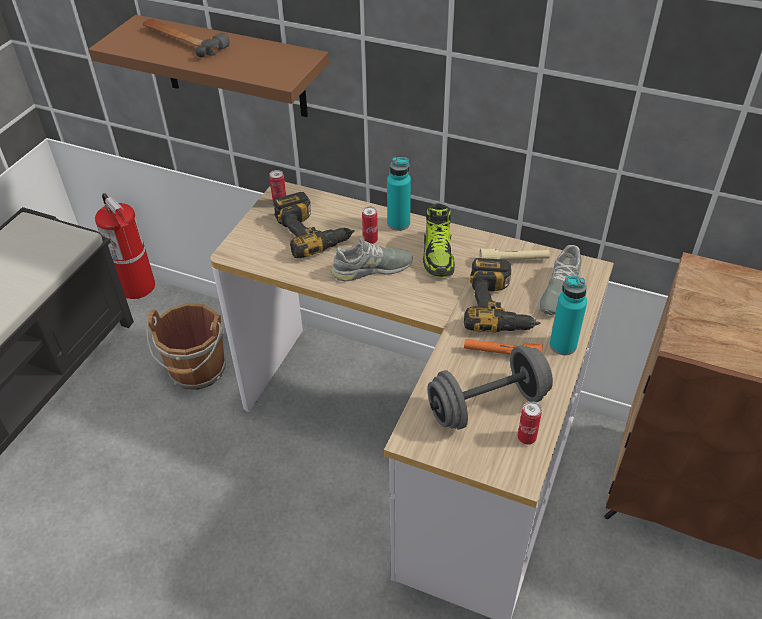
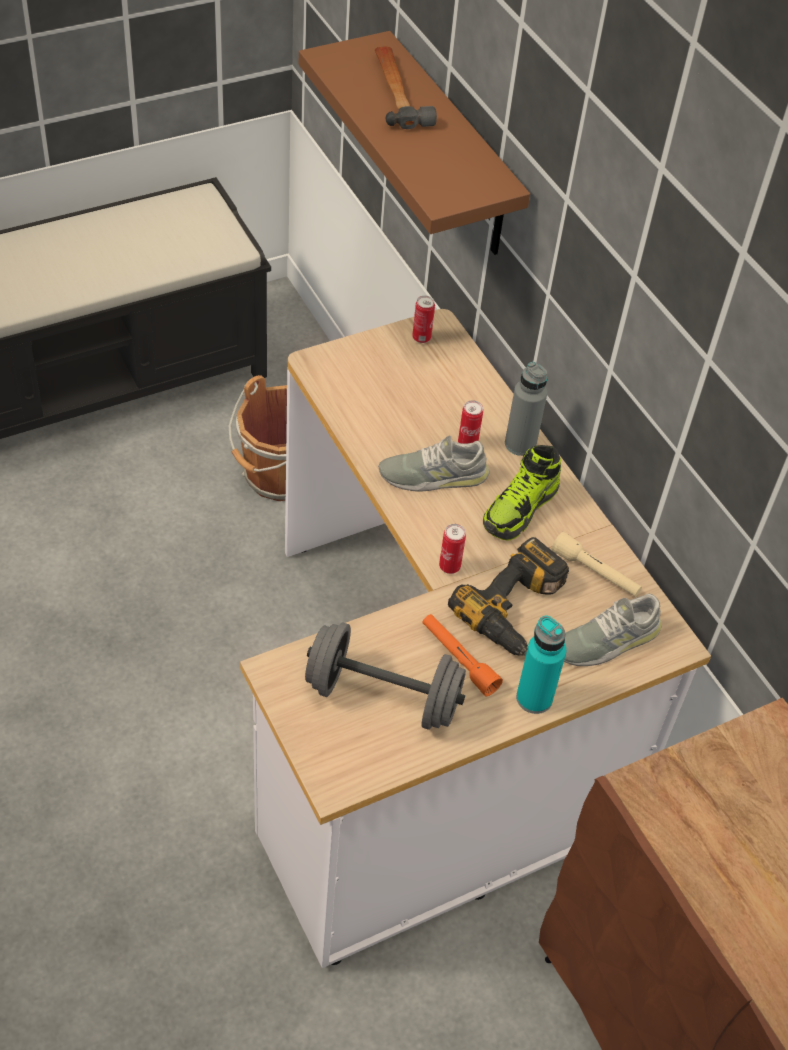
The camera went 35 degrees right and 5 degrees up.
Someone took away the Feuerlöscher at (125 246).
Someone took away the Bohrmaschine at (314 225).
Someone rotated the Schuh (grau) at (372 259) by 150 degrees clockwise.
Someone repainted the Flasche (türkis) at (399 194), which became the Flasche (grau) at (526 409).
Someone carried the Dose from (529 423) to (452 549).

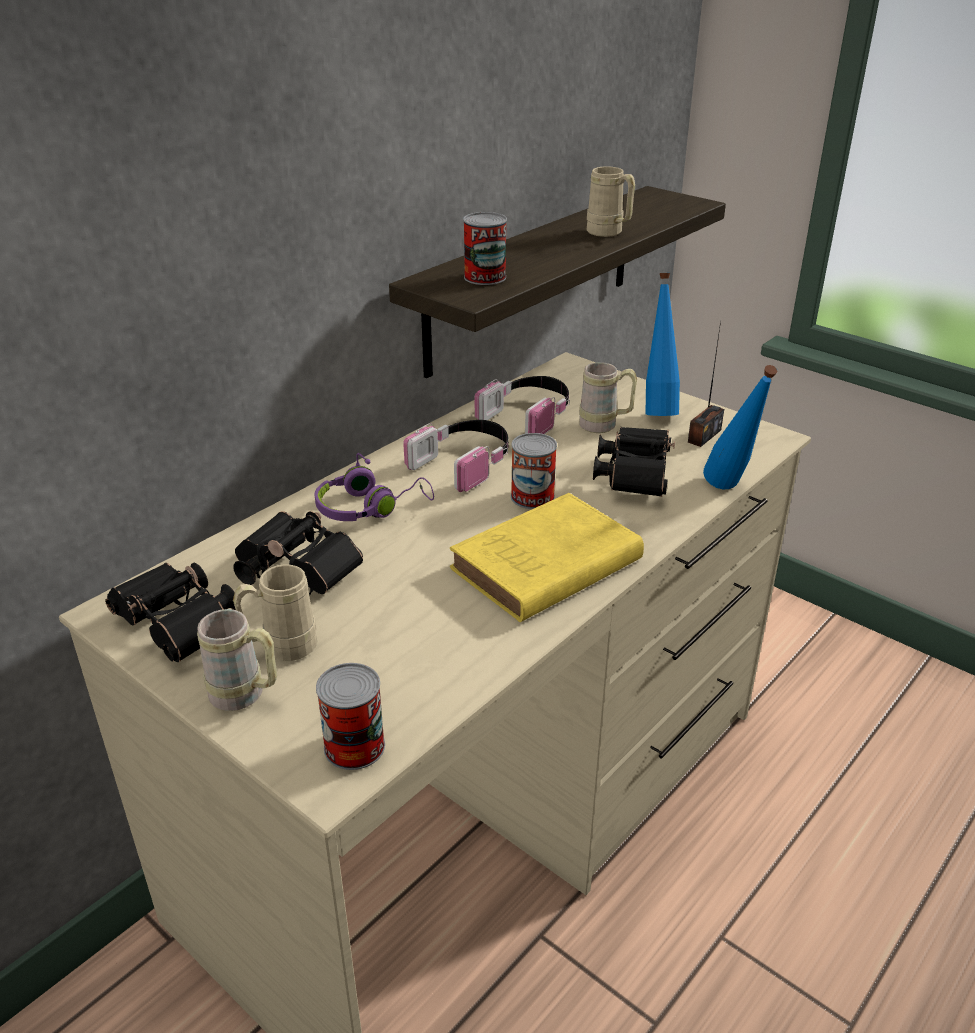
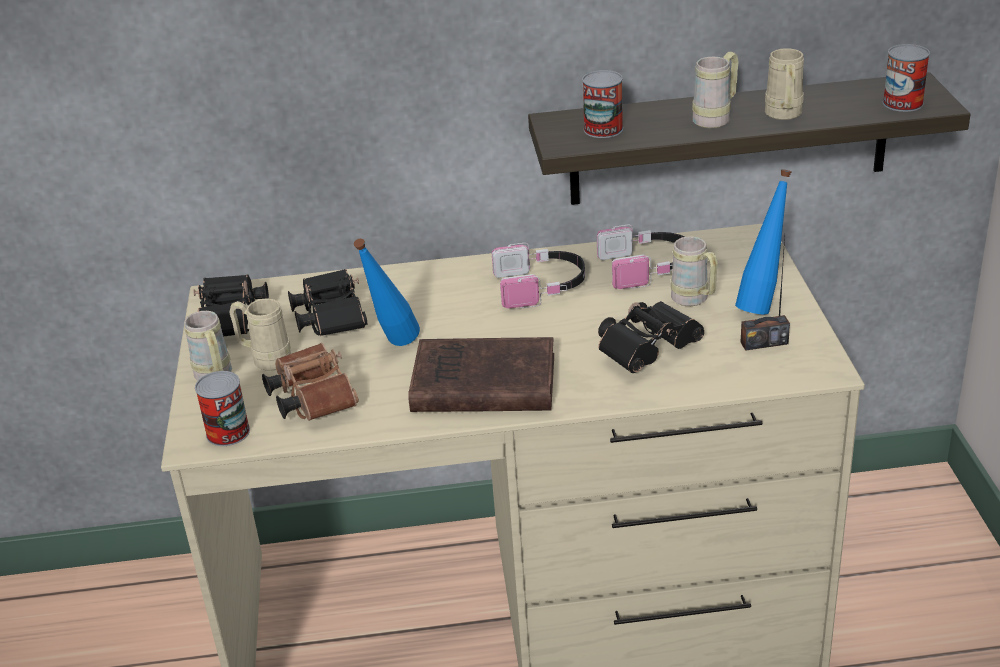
The camera went 45 degrees right and 0 degrees up.
Someone took away the Kopfhörer (lila) at (374 487).
Someone repainted the Buch (gelb) at (547 557), which became the Buch (braun) at (481 374).
Someone carried the Dose from (534 471) to (906 78).
Someone carried the Flasche (blau) from (740 427) to (387 292).
Someone put down the Fernglas (braun) at (310 382).
Someone put down the Henkelbecher (beige) at (715 90).

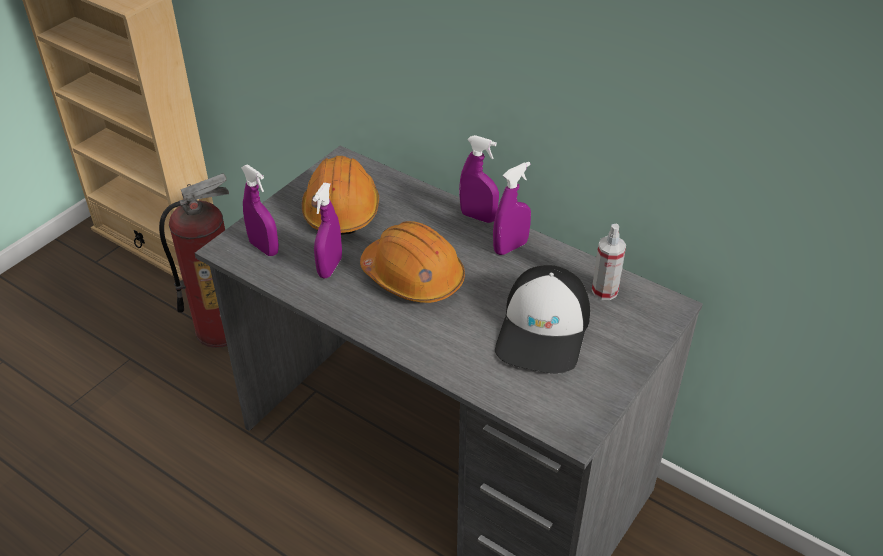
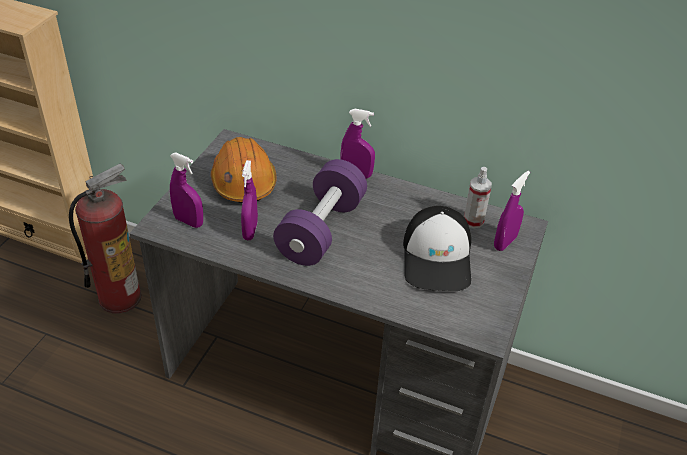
The camera went 15 degrees left and 0 degrees up.
Someone swapped the Schutzhelm (orange) at (412 262) for the Hantel (lila) at (320 212).
Someone carried the Sprühflasche (lila) from (512 208) to (512 211).

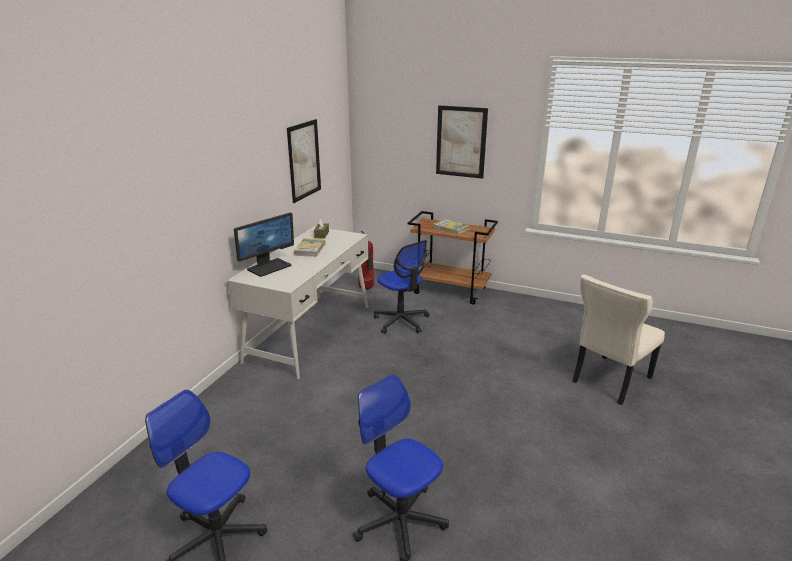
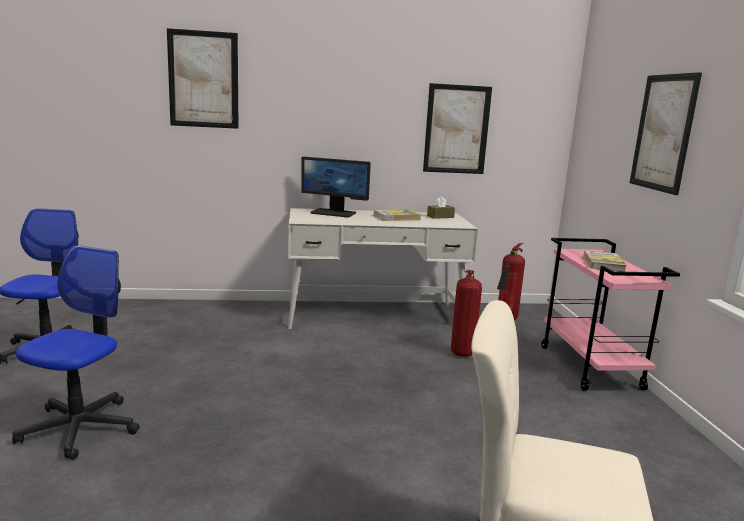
The camera went 60 degrees right and 10 degrees down.
Someone swapped the Bürostuhl at (402 287) for the Feuerlöscher at (466 313).
Someone repainted the Rollwagen (braun) at (453 258), which became the Rollwagen (rosa) at (610 314).
Someone put up the Bild at (203 78).

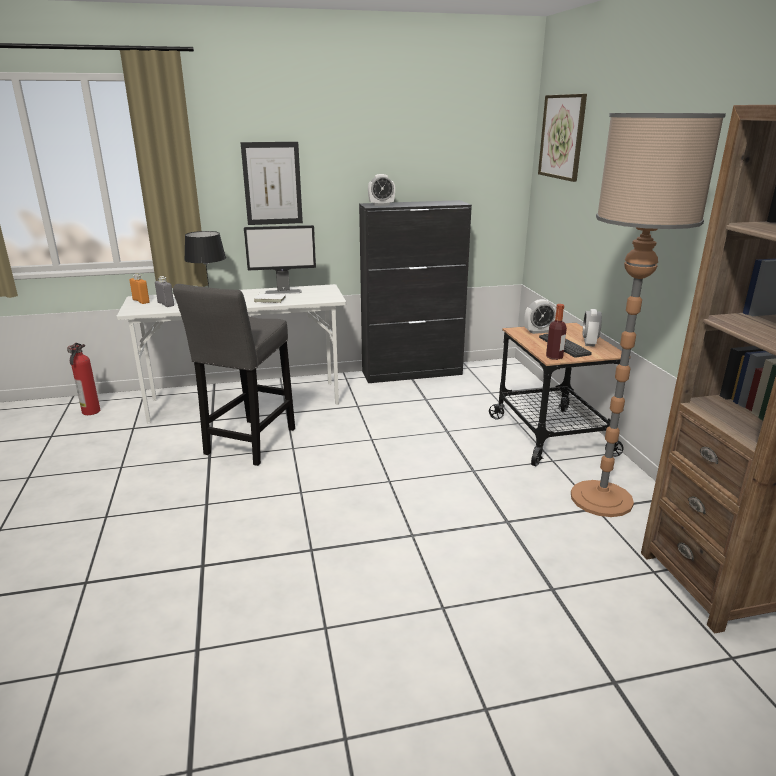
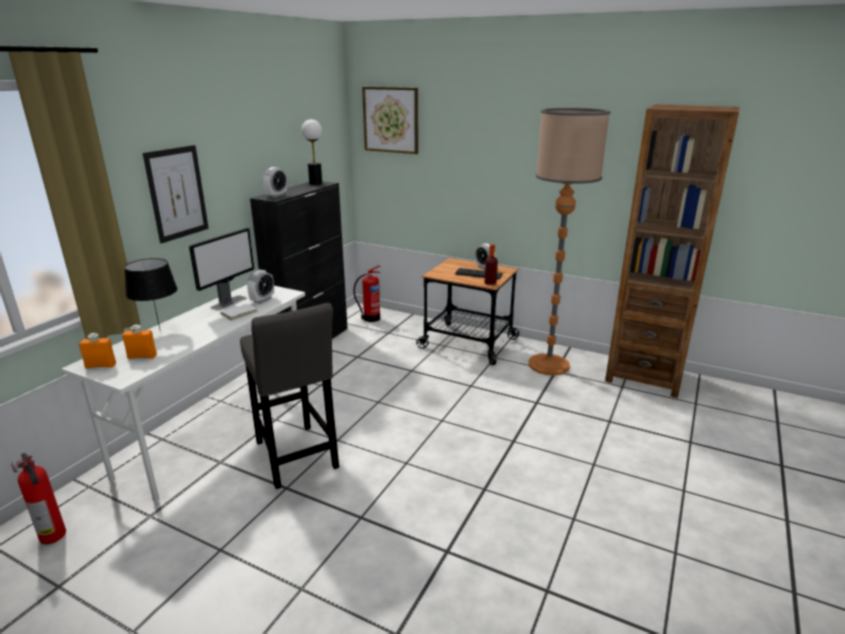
The camera went 50 degrees left and 0 degrees up.
Someone repainted the Flasche (grau) at (164 291), which became the Flasche (orange) at (139 342).
Someone carried the Wecker from (540 316) to (260 287).
Someone put down the Tischlampe at (312 152).
Someone put down the Feuerlöscher at (366 293).

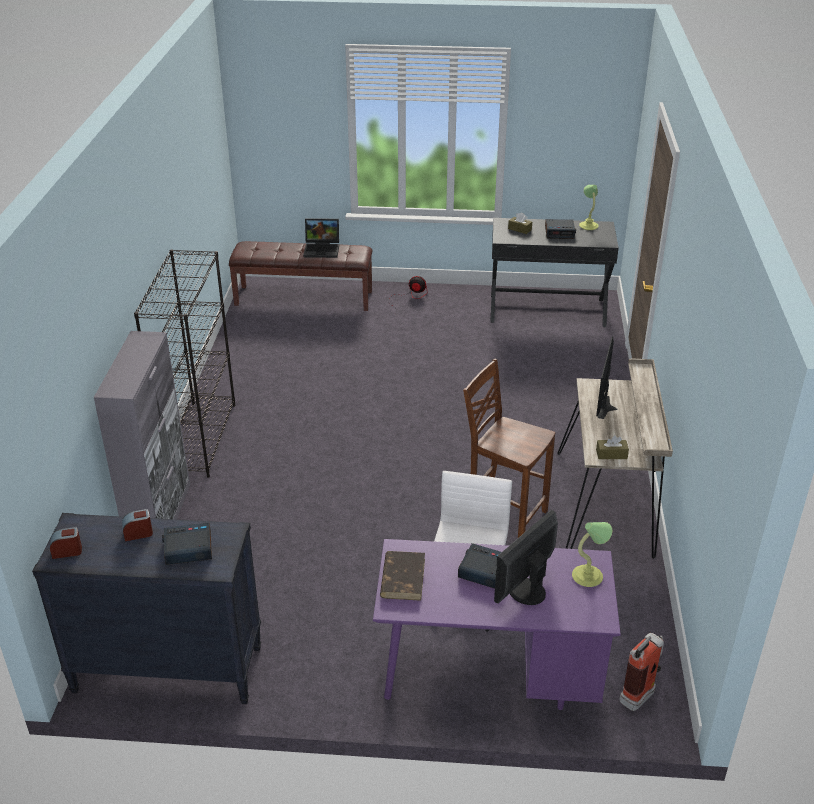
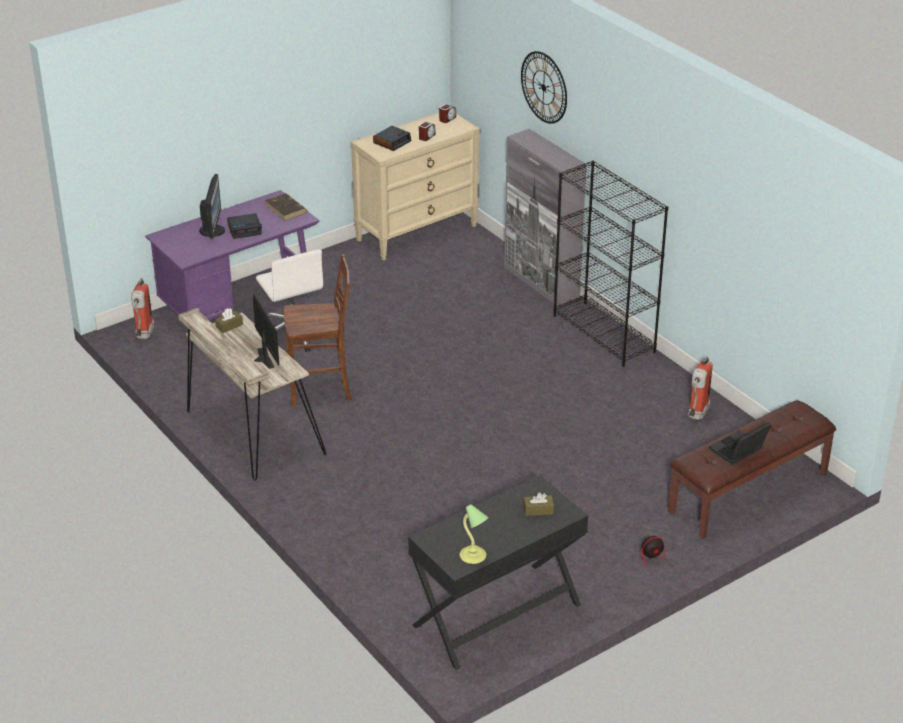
The camera went 140 degrees right and 0 degrees up.
Someone repainted the Kommode (schwarz) at (146 608), which became the Kommode (beige) at (415 187).
Someone took away the Wecker at (560 229).
Someone took away the Tischlampe at (592 554).
Someone put up the Wanduhr at (544 87).
Someone put down the Feuerlöscher at (700 388).

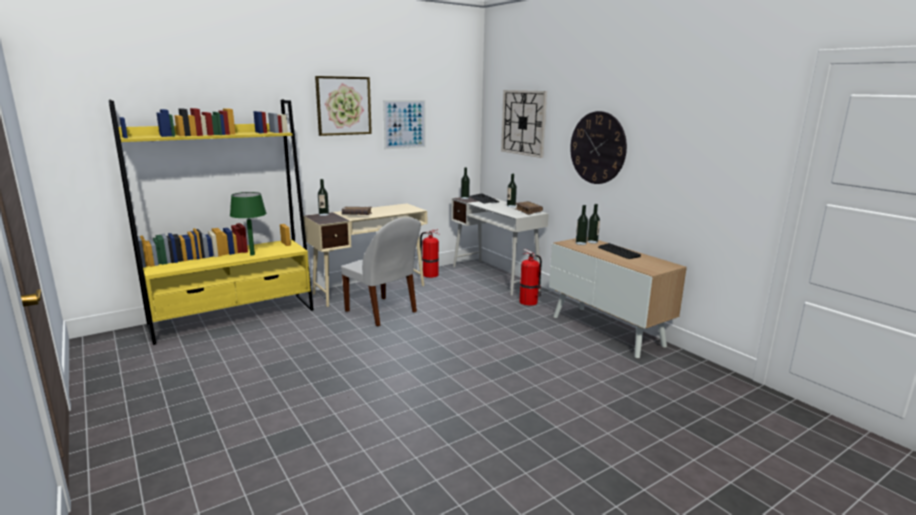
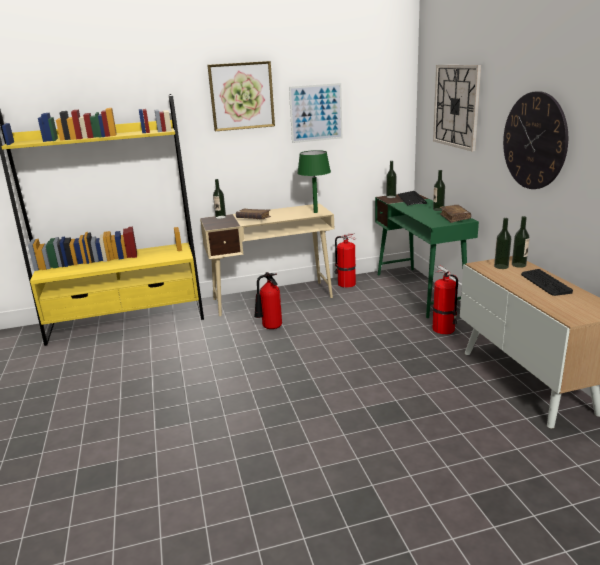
The camera went 20 degrees right and 5 degrees up.
Someone carried the Tischlampe (grün) from (248 224) to (314 181).
Someone swapped the Stuhl (weiß) at (381 272) for the Feuerlöscher at (268 300).
Someone repainted the Schreibtisch (weiß) at (500 246), which became the Schreibtisch (grün) at (427 256).

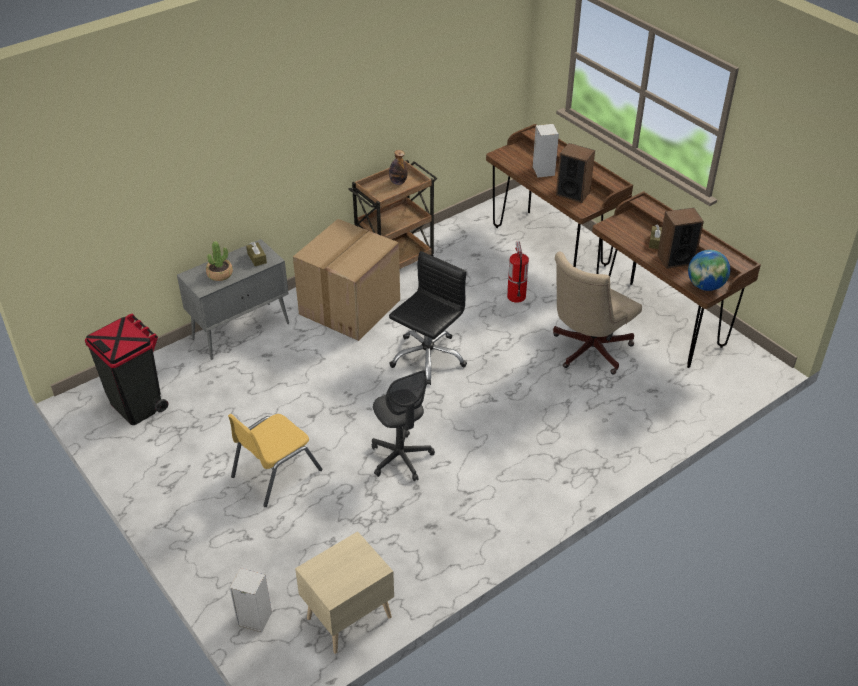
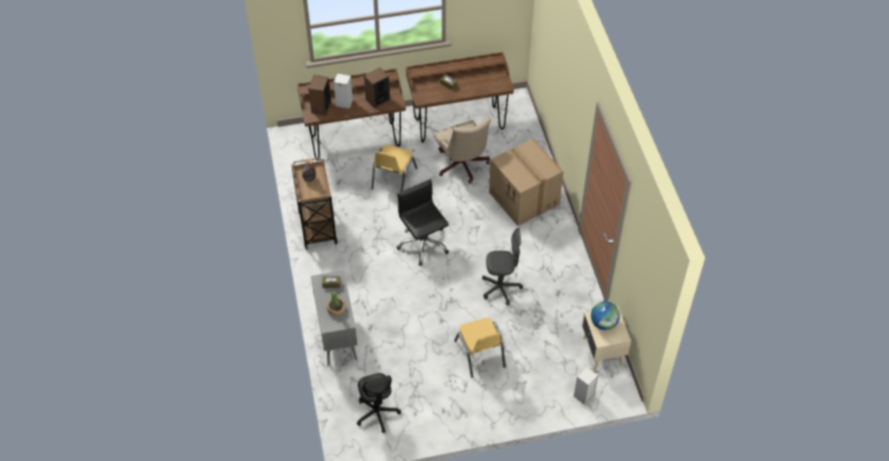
The camera went 65 degrees left and 10 degrees up.
Someone swapped the Mülleimer (schwarz) at (126 369) for the Bürostuhl (schwarz) at (379 403).
Someone carried the Karton from (346 280) to (526 182).
Someone swapped the Feuerlöscher at (518 272) for the Stuhl (gelb) at (394 168).
Someone carried the Lautsprecher from (680 238) to (319 95).
Someone carried the Globus from (709 270) to (605 315).

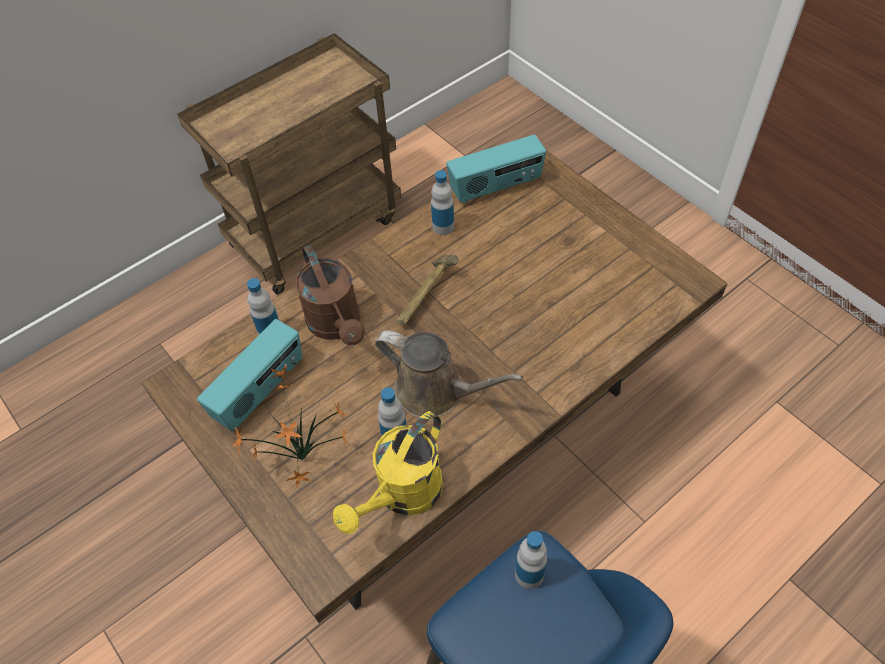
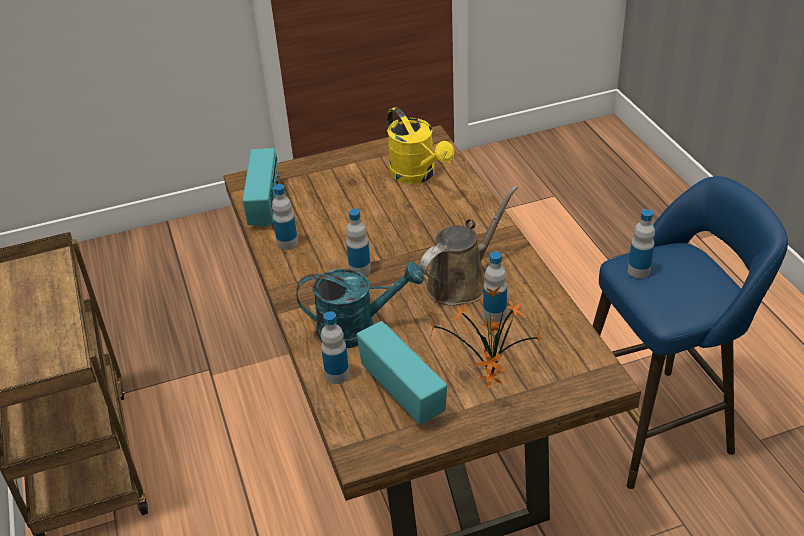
The camera went 70 degrees left and 15 degrees down.
Someone repainted the Gießkanne (braun) at (330 295), which became the Gießkanne (türkis) at (360 304).
Someone carried the Gießkanne (gelb) from (388 472) to (420 145).
Someone swapped the Hammer at (428 289) for the Flasche at (358 242).

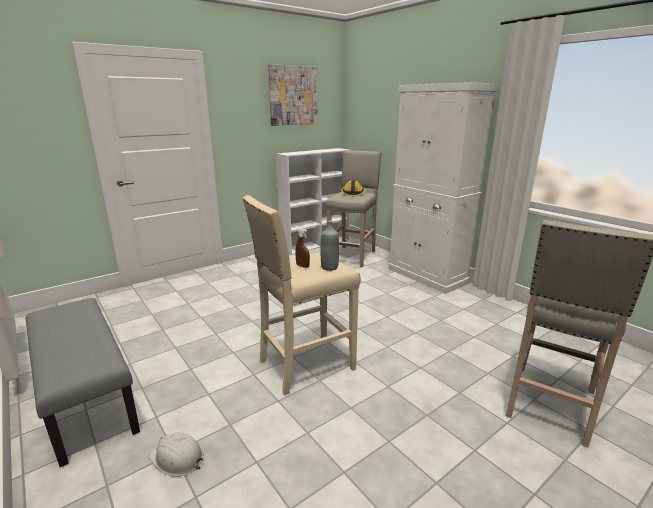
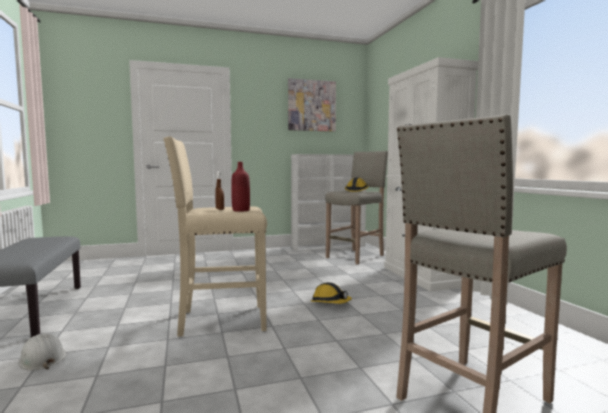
The camera went 20 degrees right and 15 degrees down.
Someone repainted the Flasche (grau) at (330 245), which became the Flasche (rot) at (240 187).
Someone put down the Schutzhelm at (331 293).

